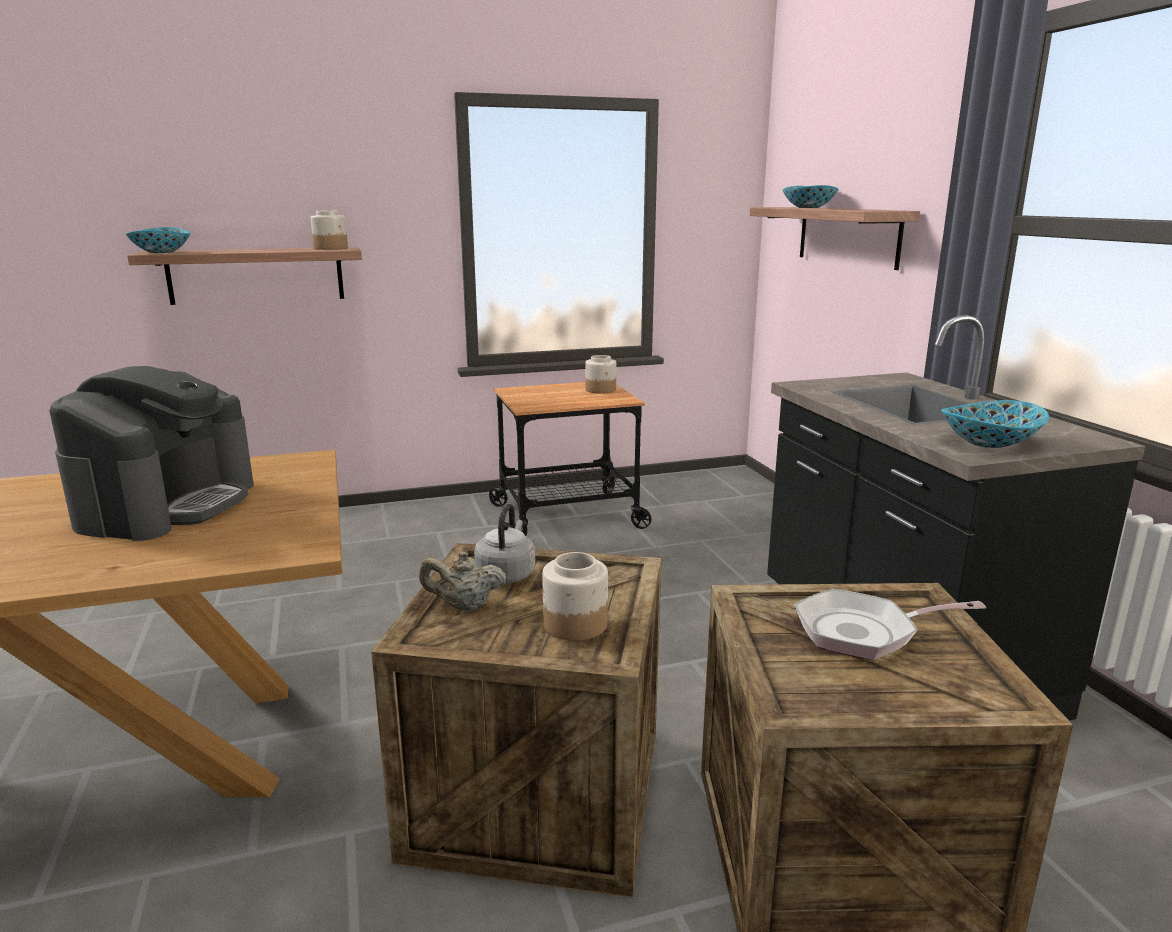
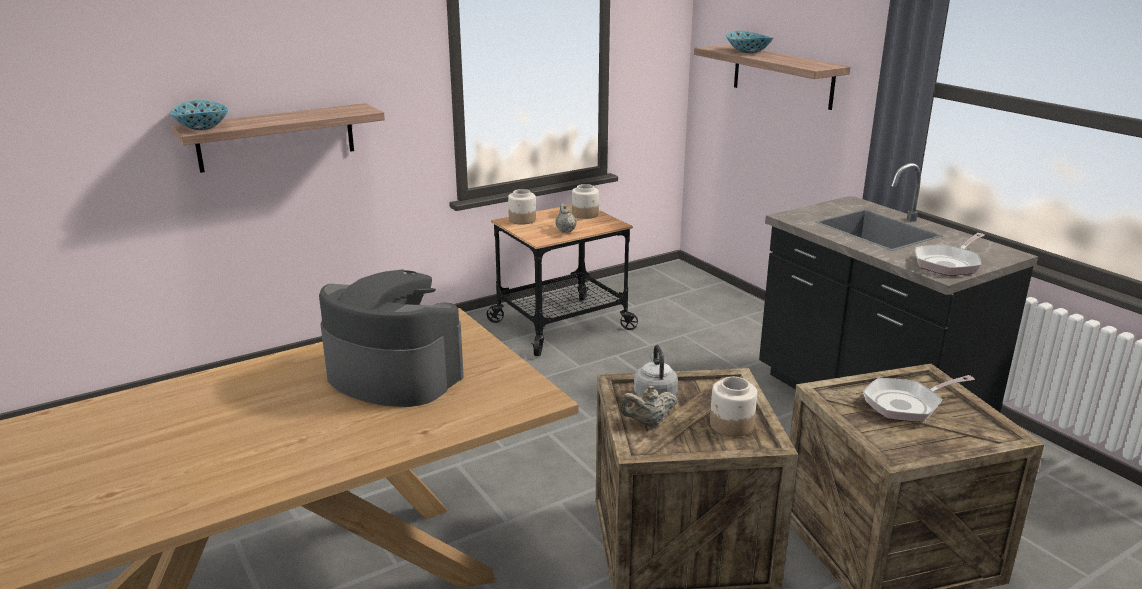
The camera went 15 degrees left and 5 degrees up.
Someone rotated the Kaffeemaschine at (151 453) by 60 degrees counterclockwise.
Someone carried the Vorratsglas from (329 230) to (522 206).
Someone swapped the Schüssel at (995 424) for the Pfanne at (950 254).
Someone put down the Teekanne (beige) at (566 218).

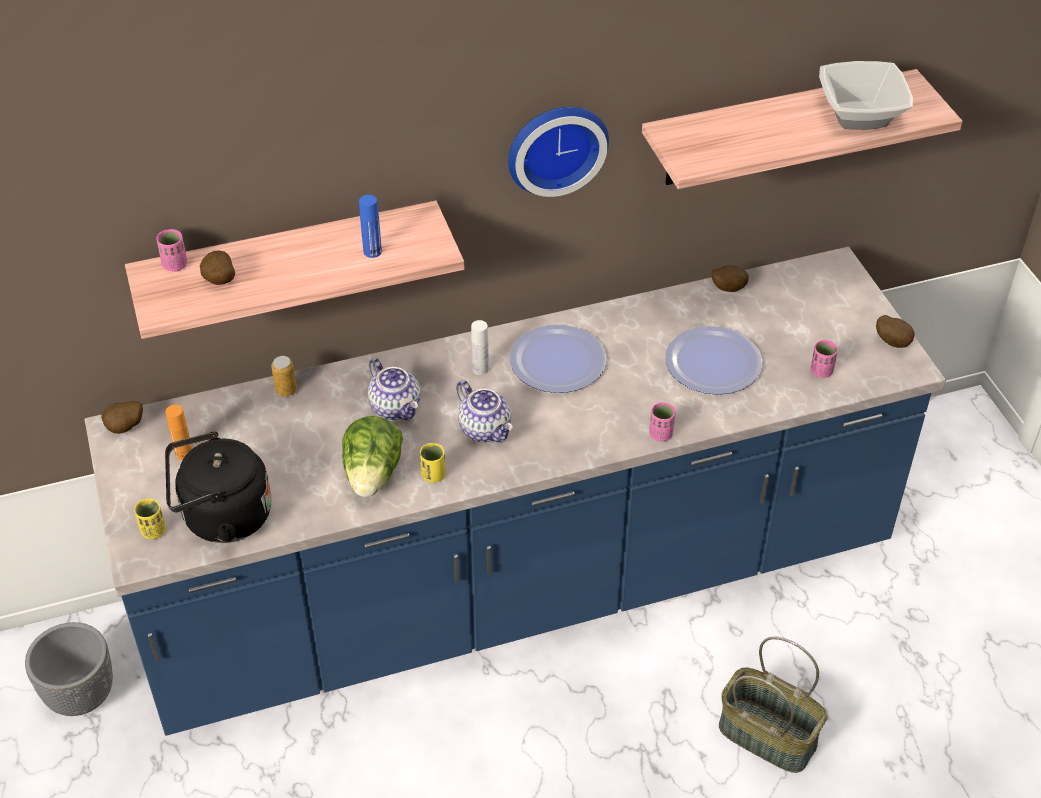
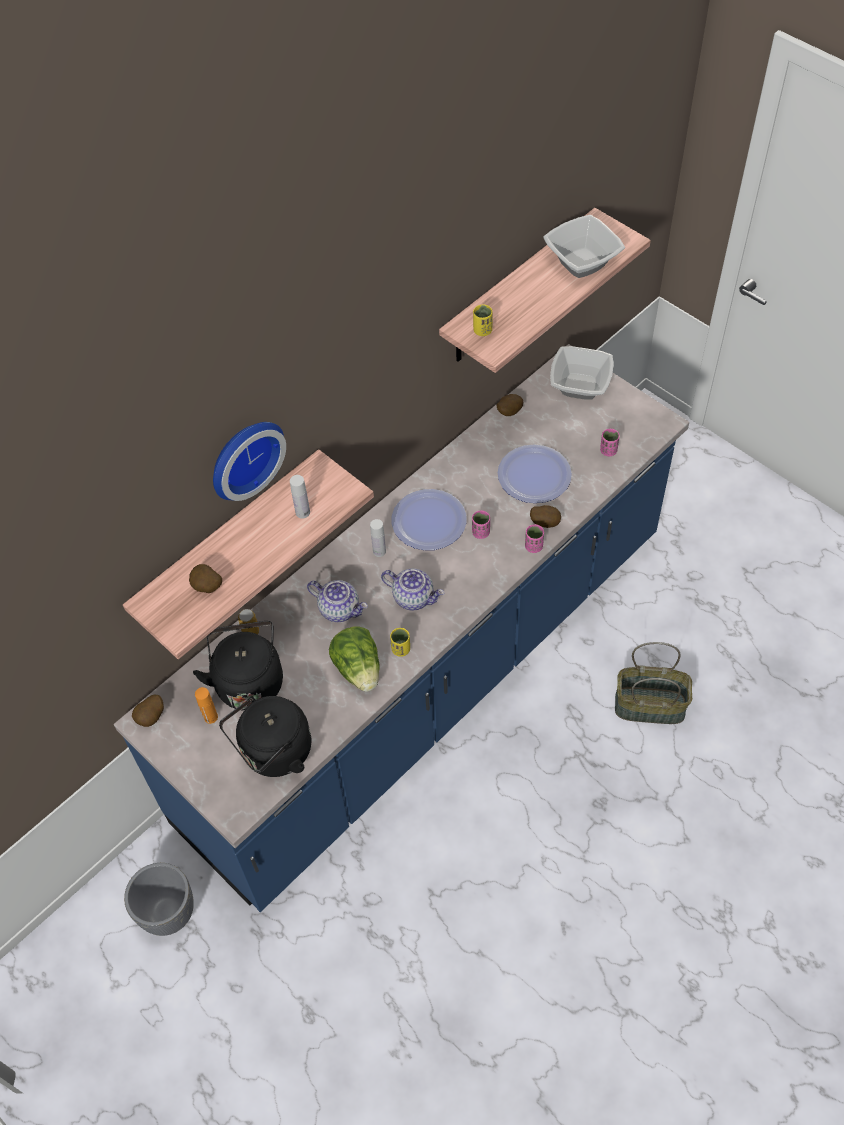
The camera went 25 degrees left and 10 degrees up.
Someone carried the Tasse (gelb) from (150 519) to (483 320).
Someone carried the Tasse (rosa) from (171 250) to (481 524).
Someone repainted the Flasche (blau) at (370 226), which became the Flasche (weiß) at (300 497).
Someone carried the Wanduhr from (558 152) to (249 461).
Someone carried the Kartoffel from (895 331) to (545 516).
Someone put down the Wasserkessel (schwarz) at (238 666).
Someone put down the Schüssel at (582 373).

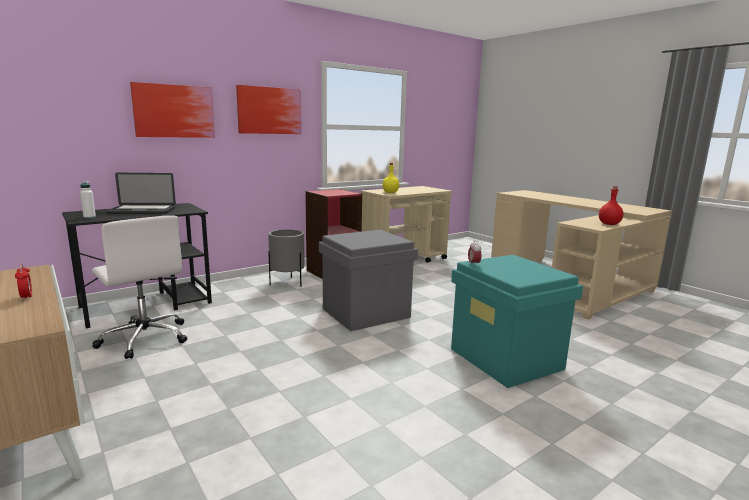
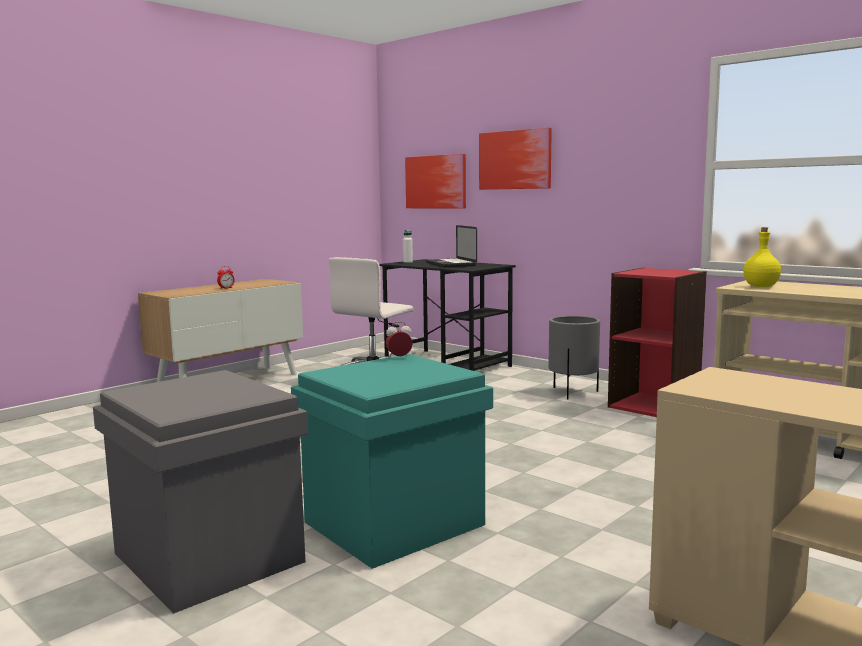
The camera went 80 degrees right and 5 degrees down.
Someone carried the Bild from (268 109) to (435 181).
Someone carried the Aufbewahrungsbox (grau) from (368 280) to (200 492).
Someone took away the Flasche (rot) at (611 205).

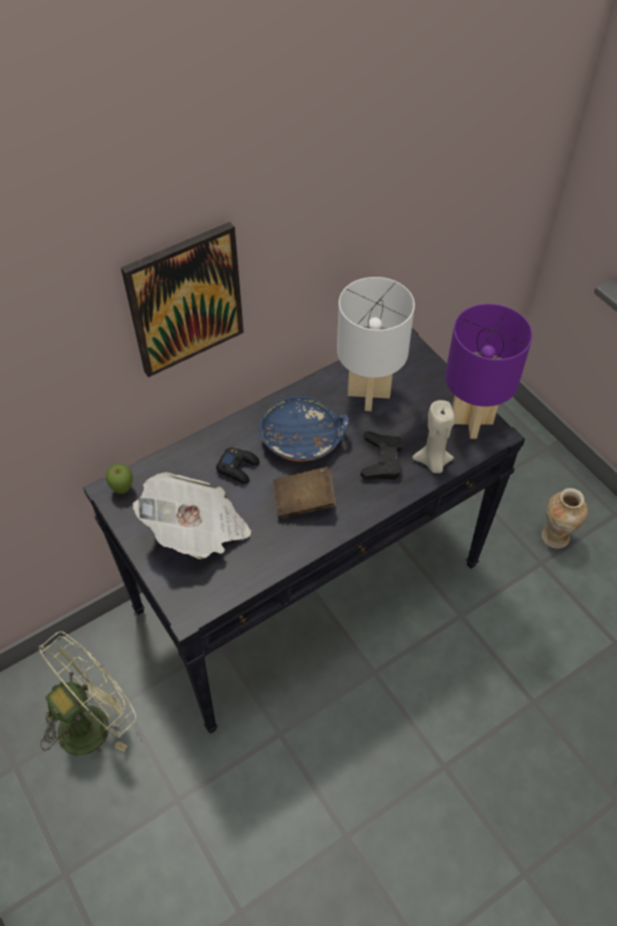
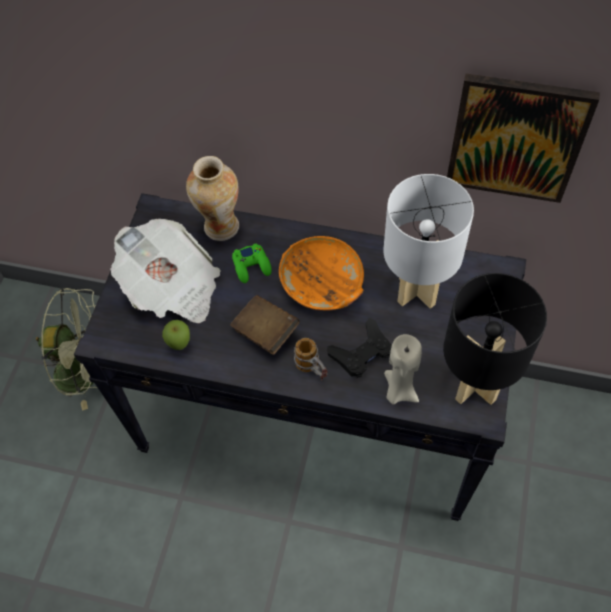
The camera went 50 degrees right and 5 degrees up.
Someone carried the Apfel from (119 479) to (176 335).
Someone carried the Bild from (182 299) to (523 138).
Someone repainted the Gamepad (schwarz) at (238 466), which became the Gamepad (grün) at (252 263).
Someone repainted the Schüssel (blau) at (303 429), which became the Schüssel (orange) at (321 273).
Someone repainted the Tischlampe (lila) at (488 371), which became the Tischlampe (schwarz) at (495 339).
Someone carried the Vase from (564 518) to (212 198).
Someone put down the Henkelbecher at (310 359).

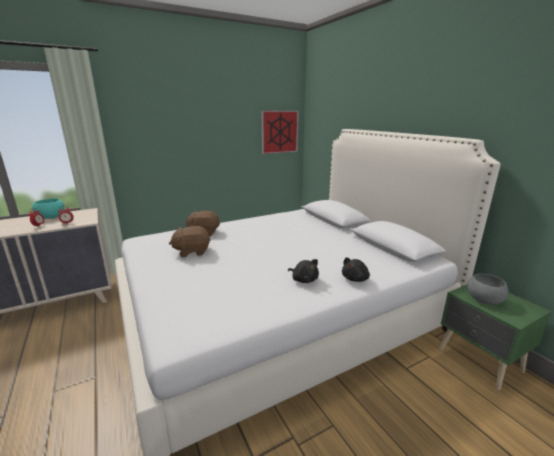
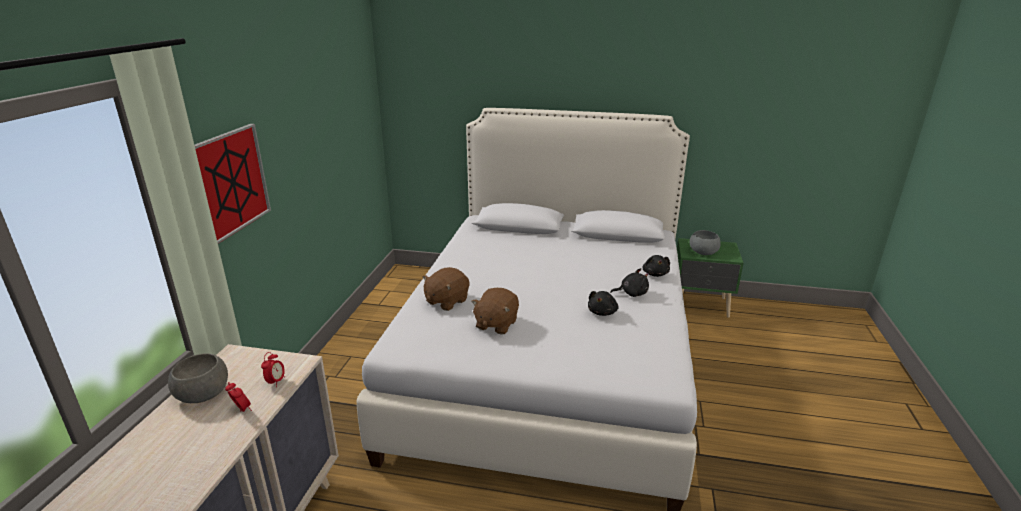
The camera went 50 degrees left and 5 degrees up.
Someone repainted the Schüssel (türkis) at (48 209), which became the Schüssel (grau) at (198 378).
Someone carried the Bild from (280 132) to (233 184).
Someone put down the Plüschtier (schwarz) at (603 303).

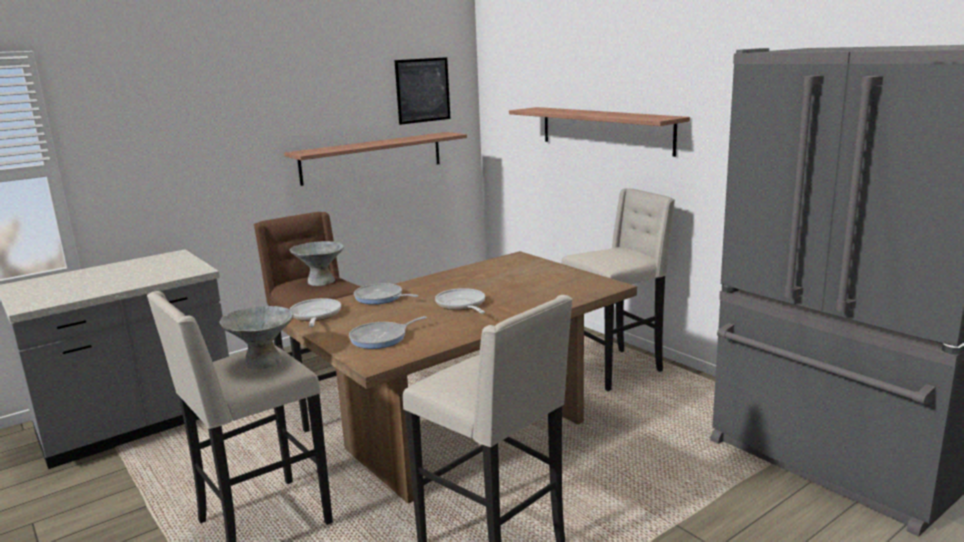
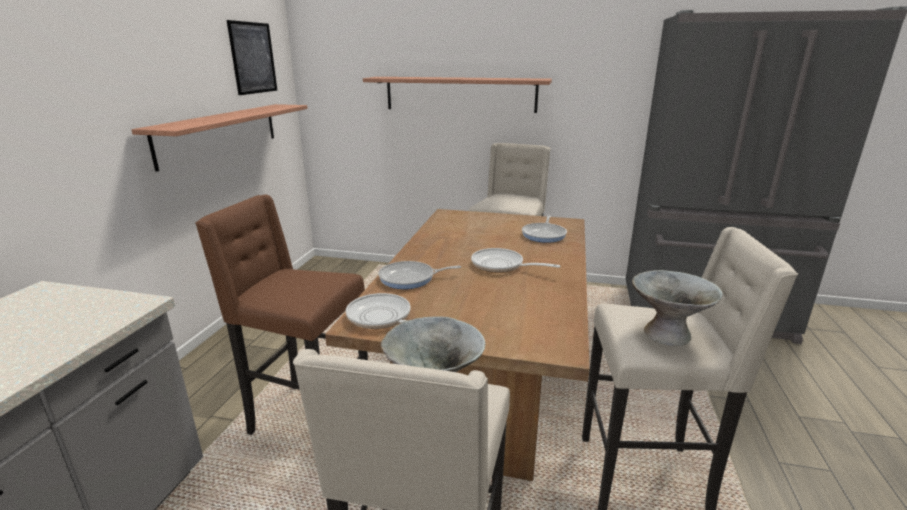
The camera went 40 degrees left and 5 degrees up.
Someone carried the Schüssel (grau) from (317 263) to (677 308).
Someone carried the Pfanne from (388 332) to (544 229).

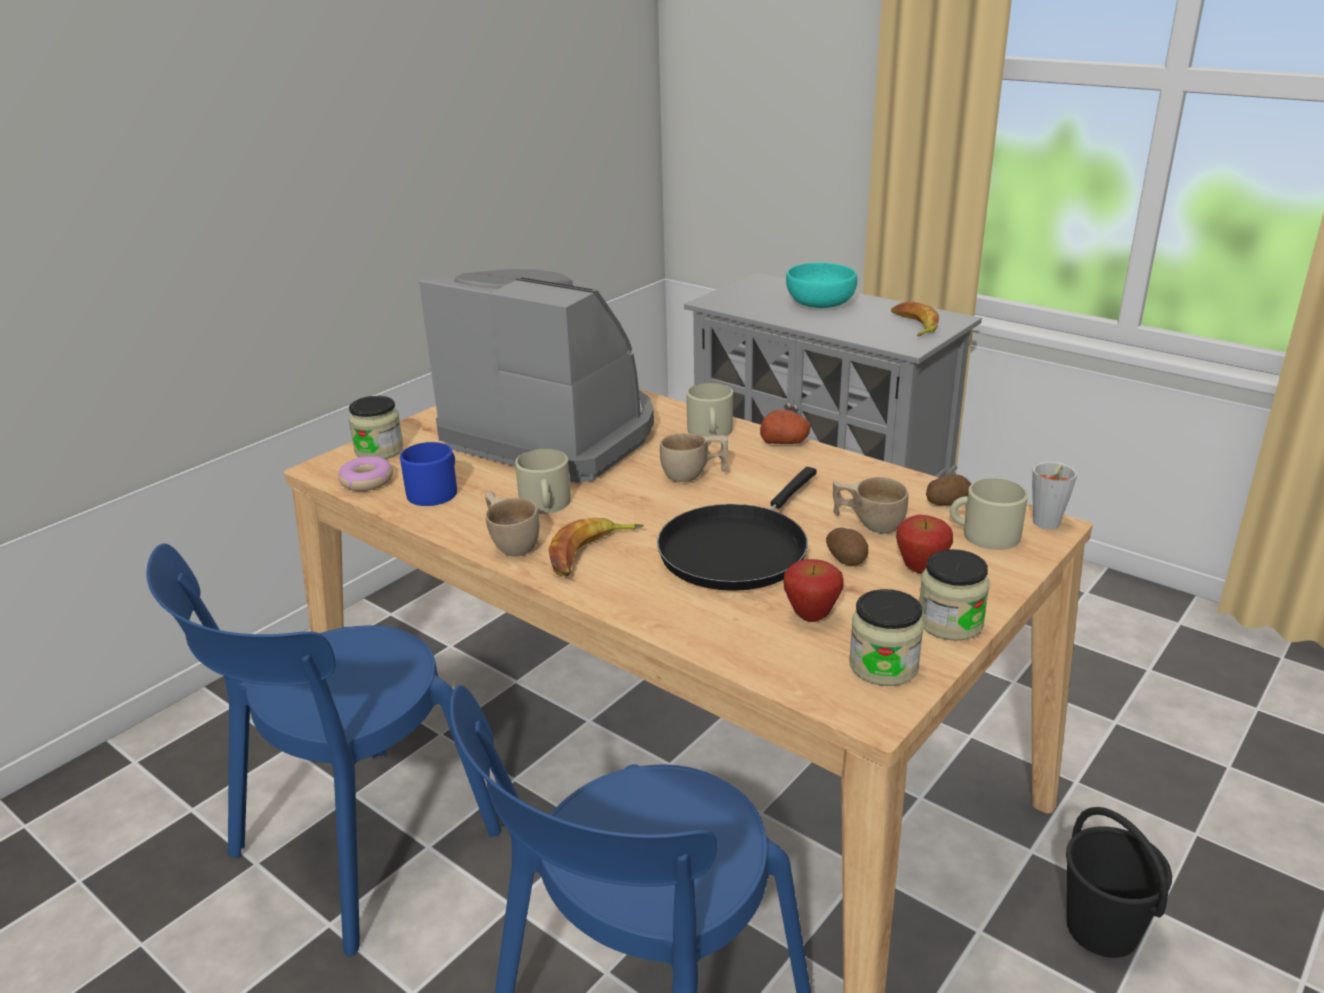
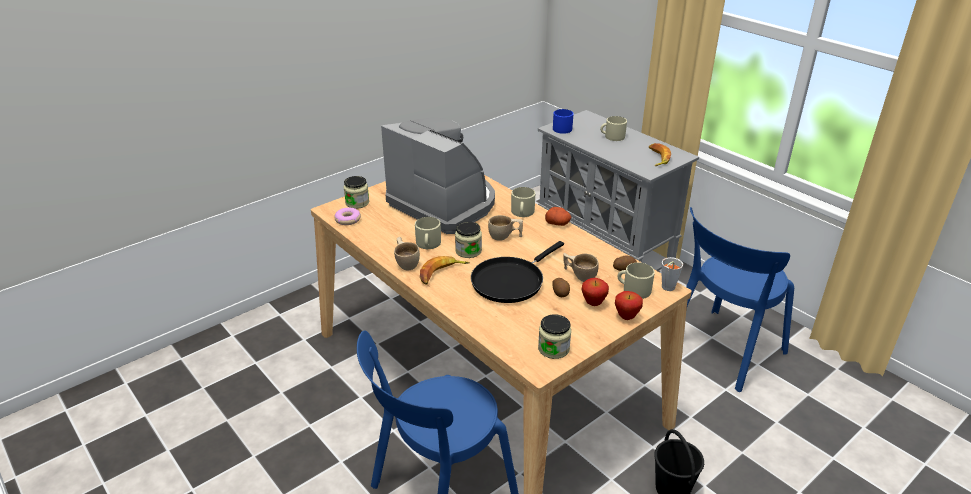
The camera went 10 degrees right and 5 degrees up.
Someone carried the Stuhl (blau) from (323 749) to (740 299).
Someone carried the Henkelbecher (blau) from (428 474) to (563 121).
Someone carried the Apfel from (813 590) to (629 305).
Someone swapped the Schüssel (türkis) at (821 285) for the Henkelbecher (beige) at (613 128).
Someone carried the Vorratsglas from (954 595) to (468 240).

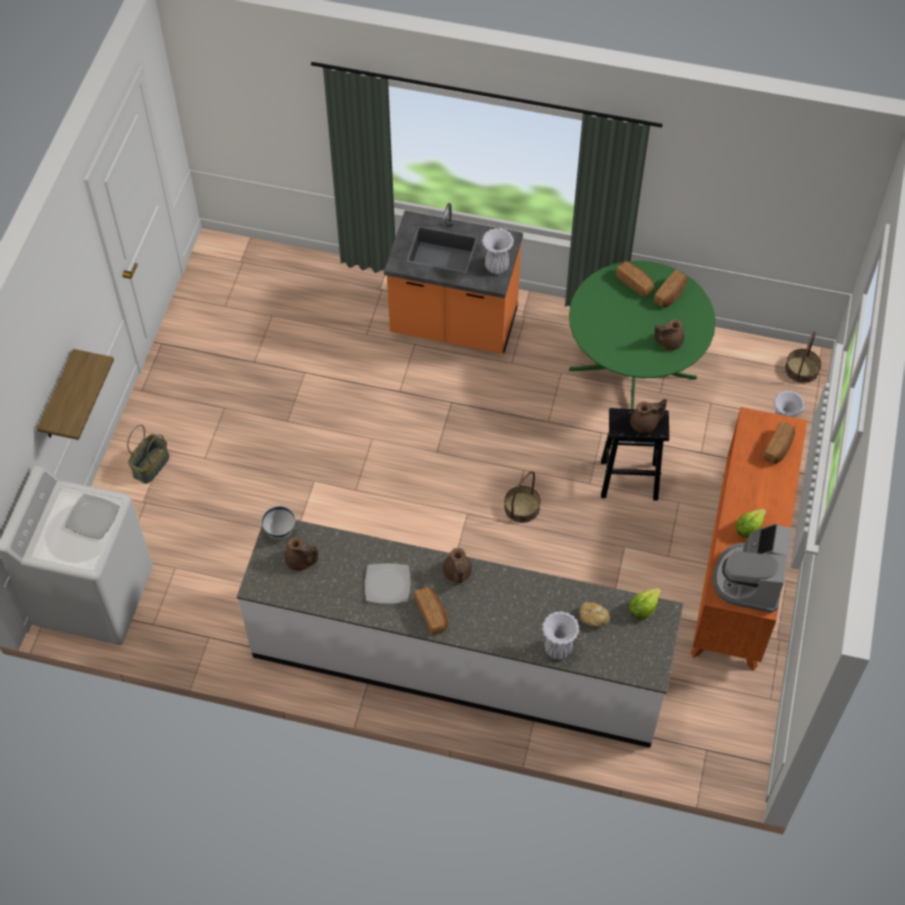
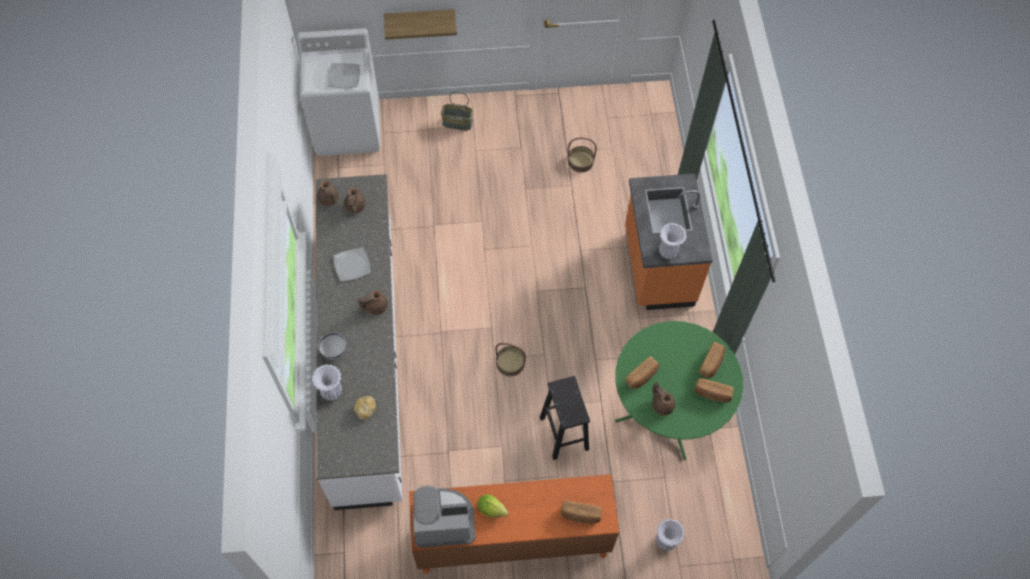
The camera went 70 degrees right and 5 degrees up.
Someone carried the Schüssel (weiß) from (278 523) to (332 346).
Someone carried the Brot from (431 611) to (642 373).
Someone took away the Salatkopf at (645 603).
Someone carried the Teekanne (braun) from (648 416) to (328 193).
Someone carried the Korb from (803 357) to (582 155).

